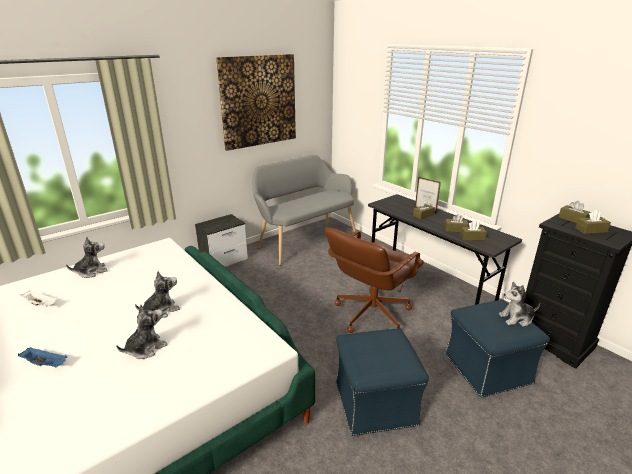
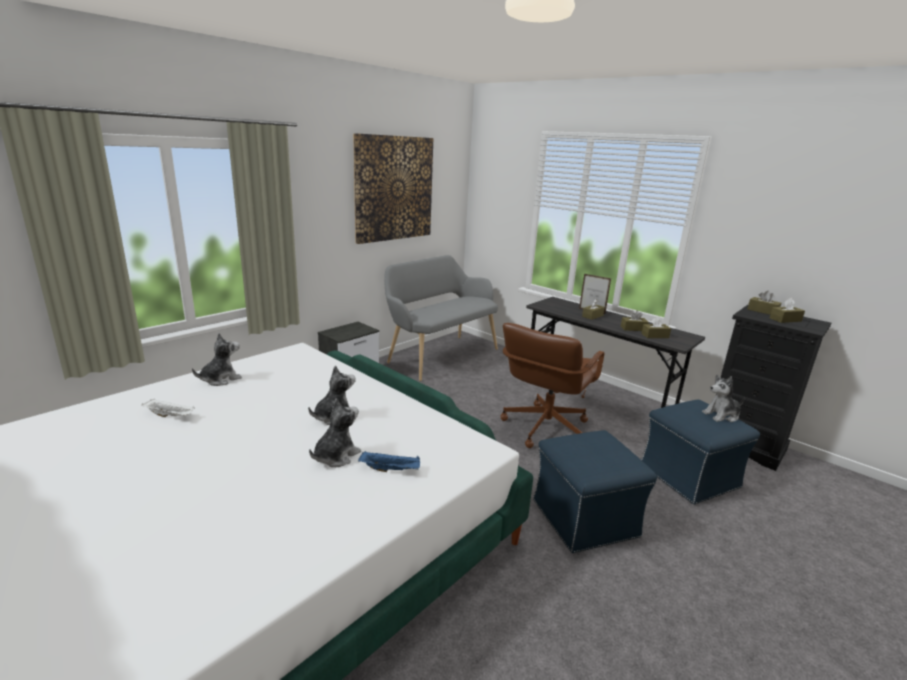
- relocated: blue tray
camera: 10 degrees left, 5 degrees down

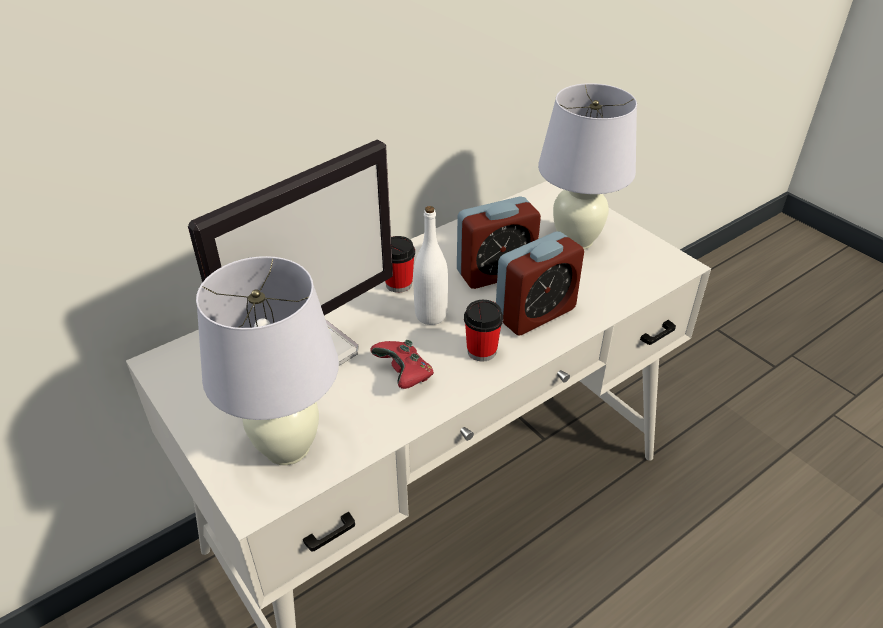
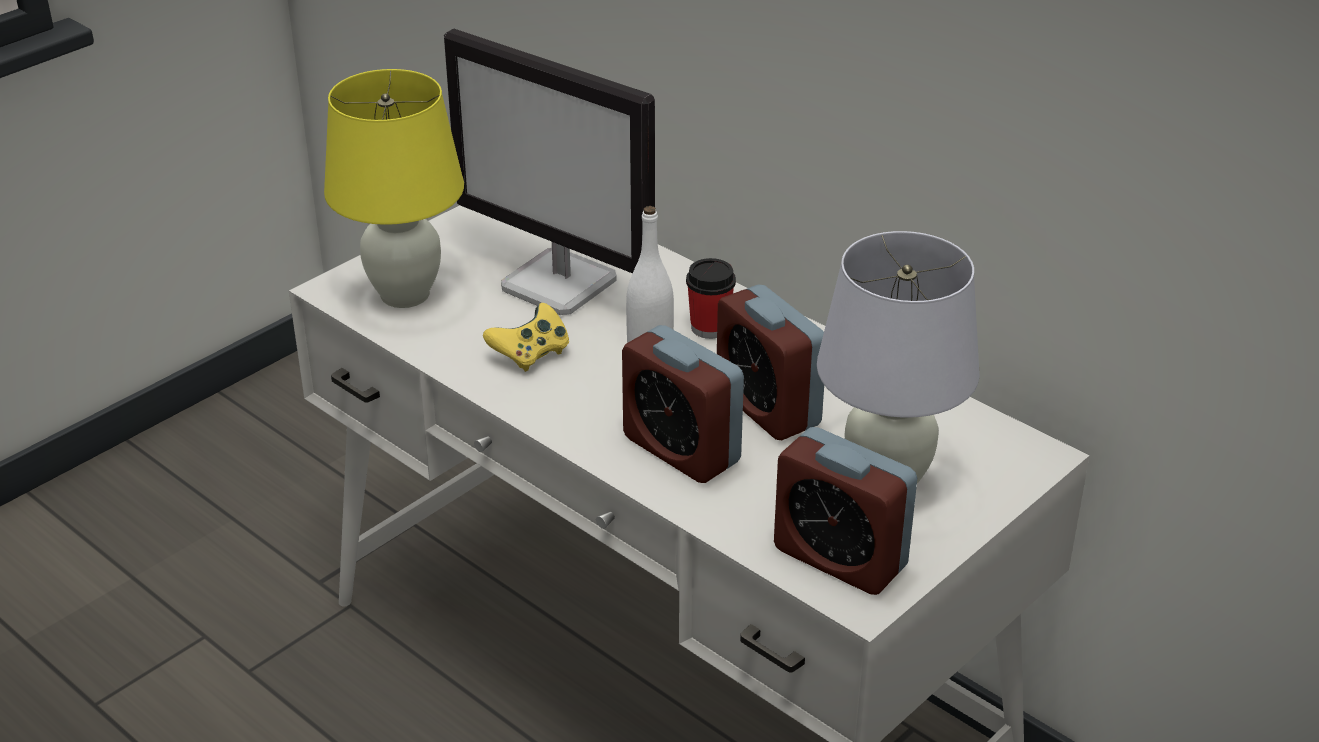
- colour: white table lamp (no. 1 from left) to yellow table lamp
- colour: red game controller to yellow game controller
- appeared: alarm clock (no. 3 from left)
- missing: cup (no. 2 from left)
camera: 80 degrees right, 5 degrees down

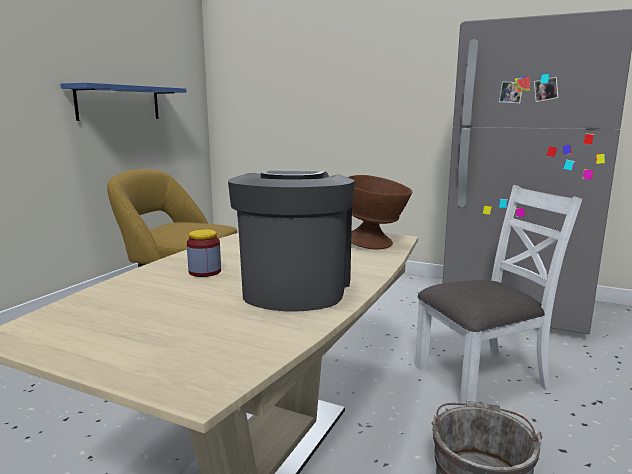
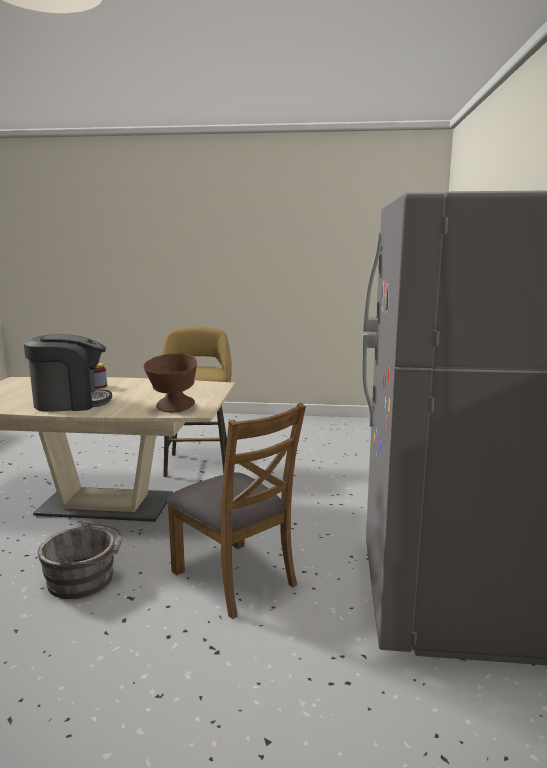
- colour: white chair to brown chair
- missing: blue shelf
camera: 70 degrees right, 0 degrees up

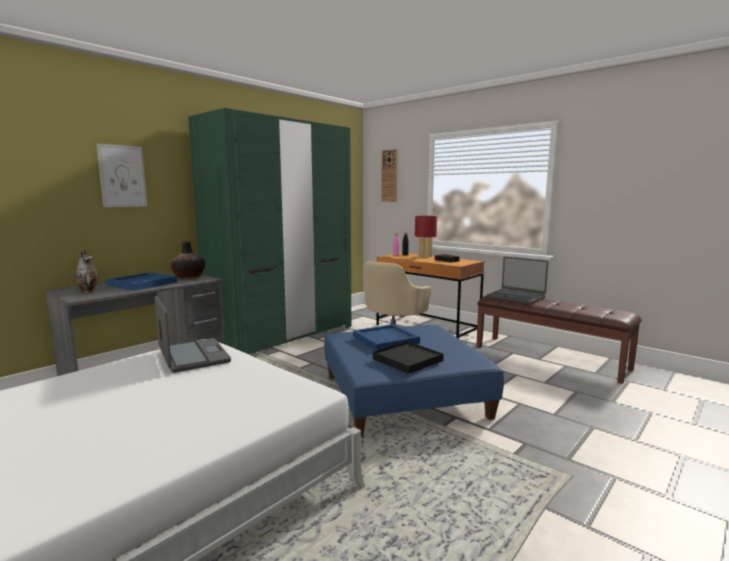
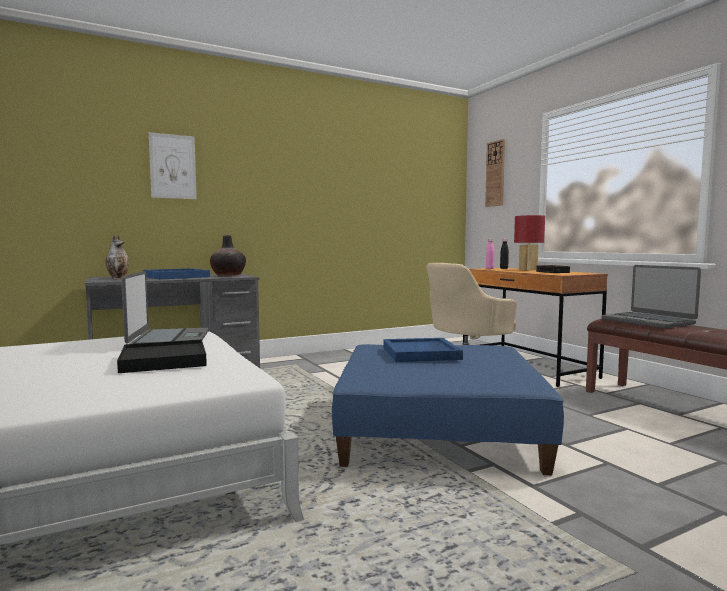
- relocated: black tray
- missing: green wardrobe
camera: 20 degrees right, 5 degrees down

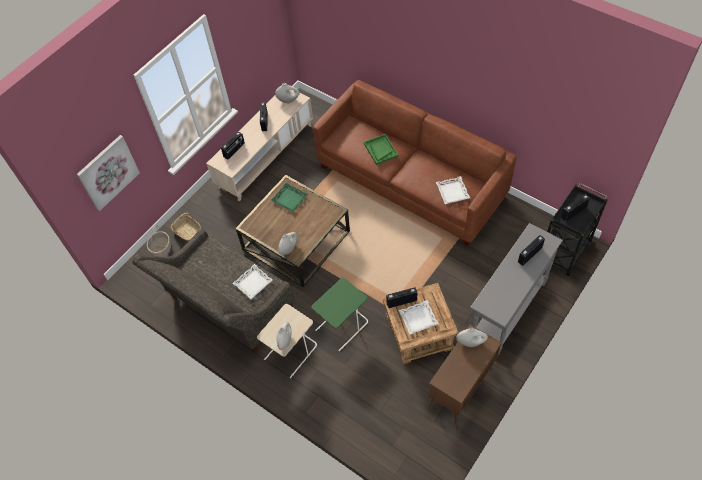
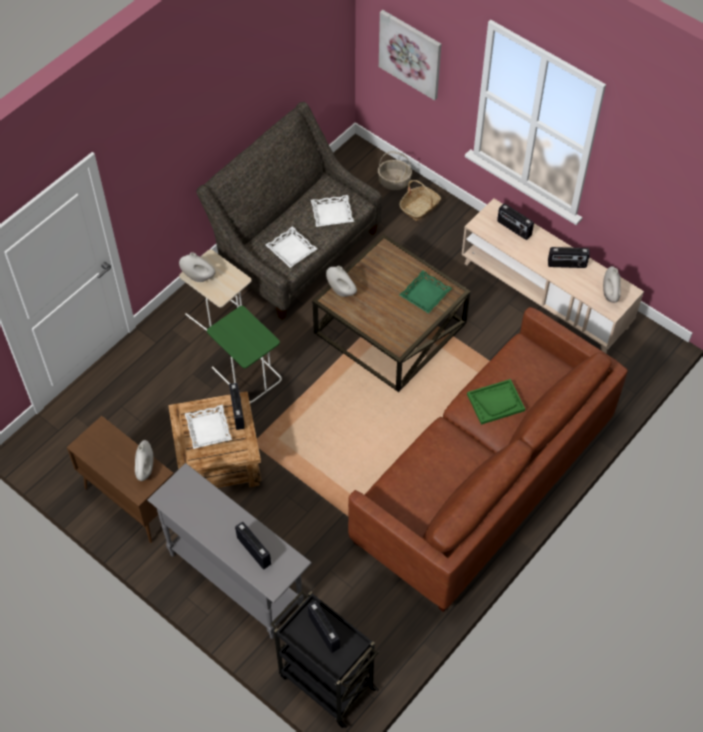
- relocated: white tray (no. 3 from left)
camera: 90 degrees right, 0 degrees up

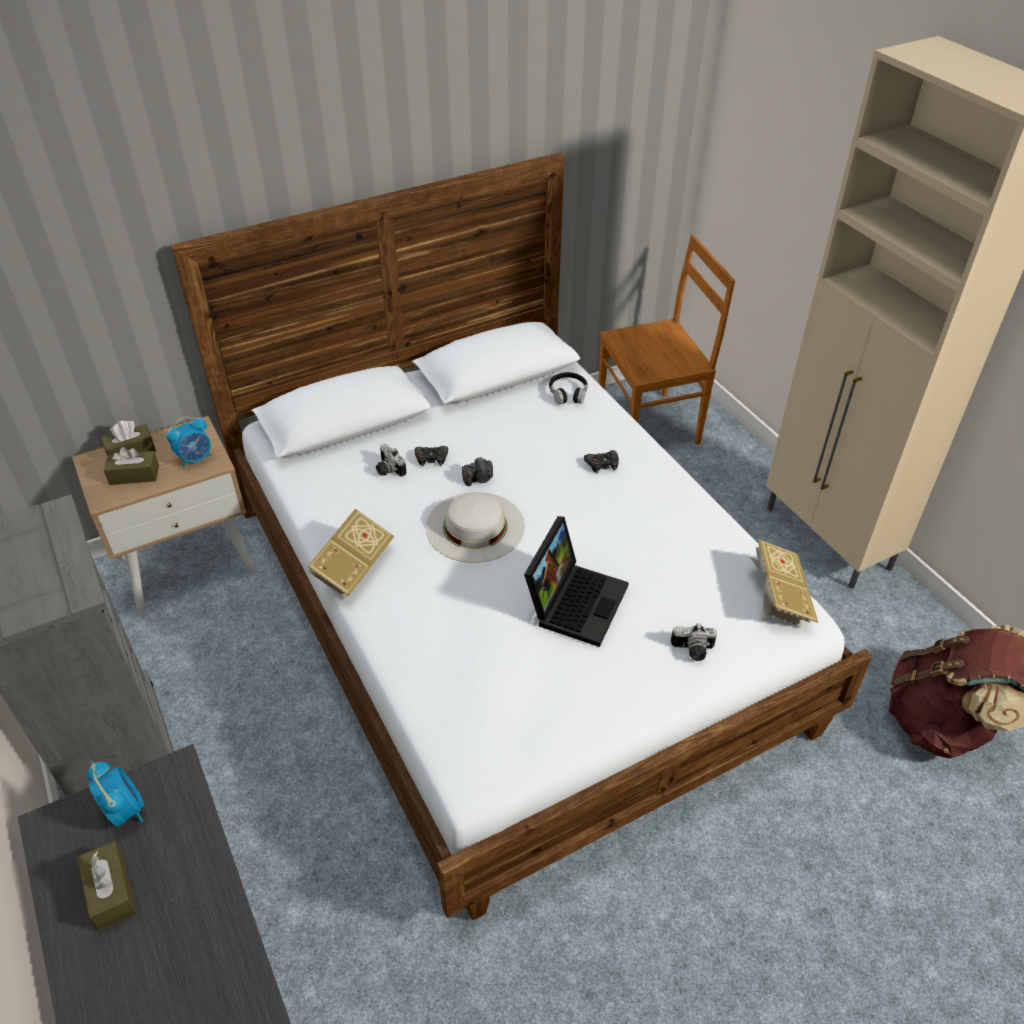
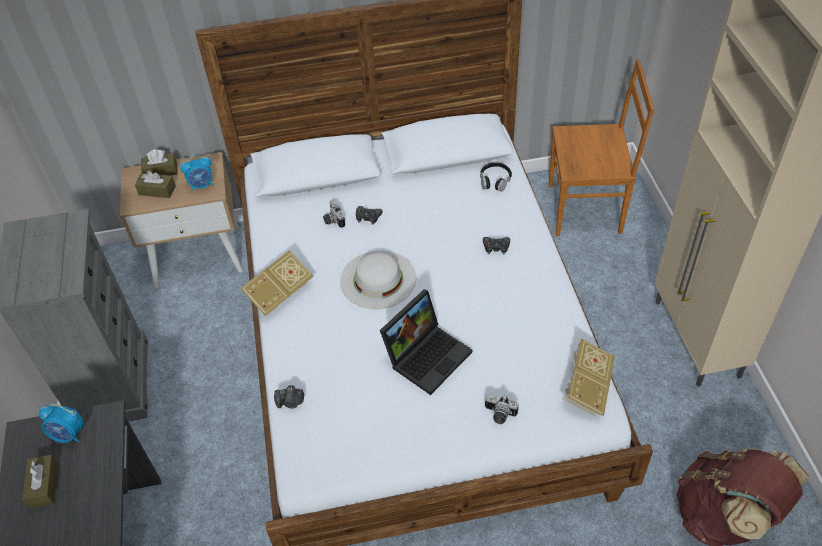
- spun: alarm clock (no. 1 from left) 120 degrees clockwise
- relocated: photo camera (no. 2 from left in the first image) to photo camera (no. 1 from left)
camera: 20 degrees right, 5 degrees up

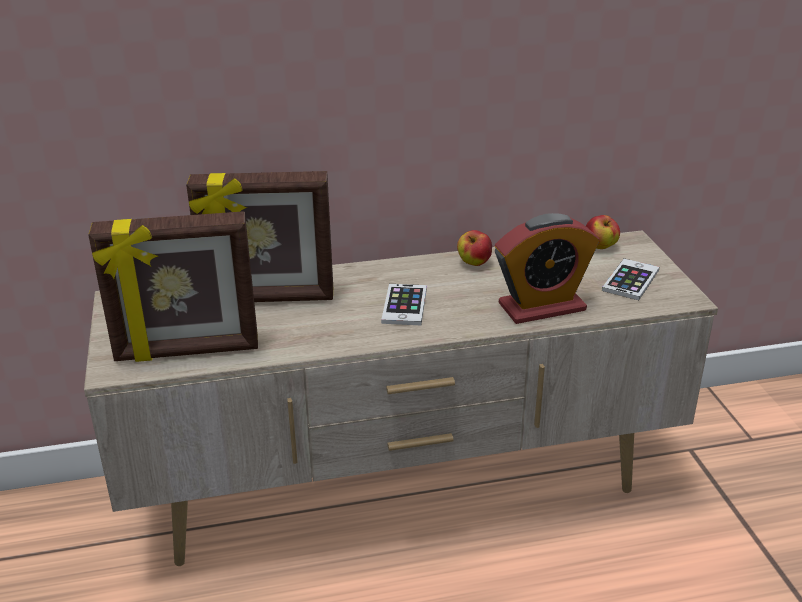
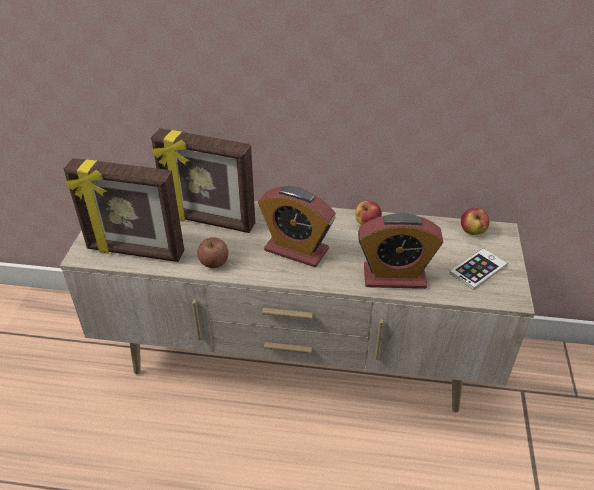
- appeared: apple (no. 1 from left)
- exchanged: phone (no. 1 from left) to alarm clock (no. 1 from left)
camera: 20 degrees right, 10 degrees up

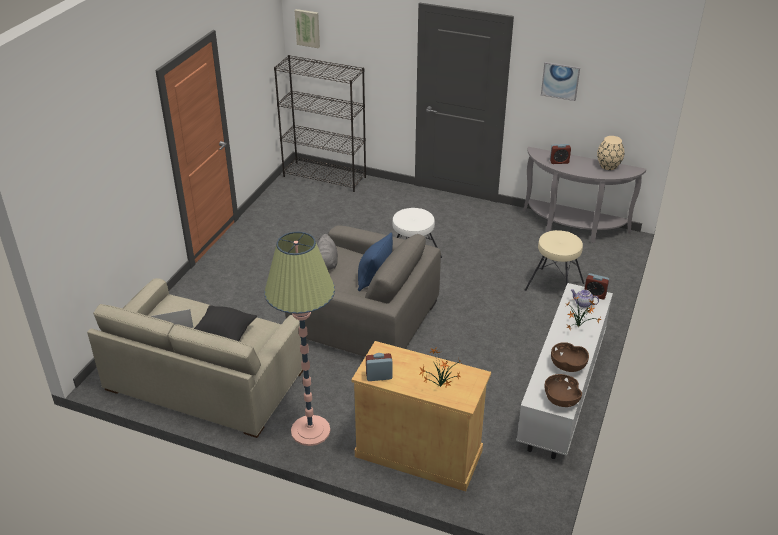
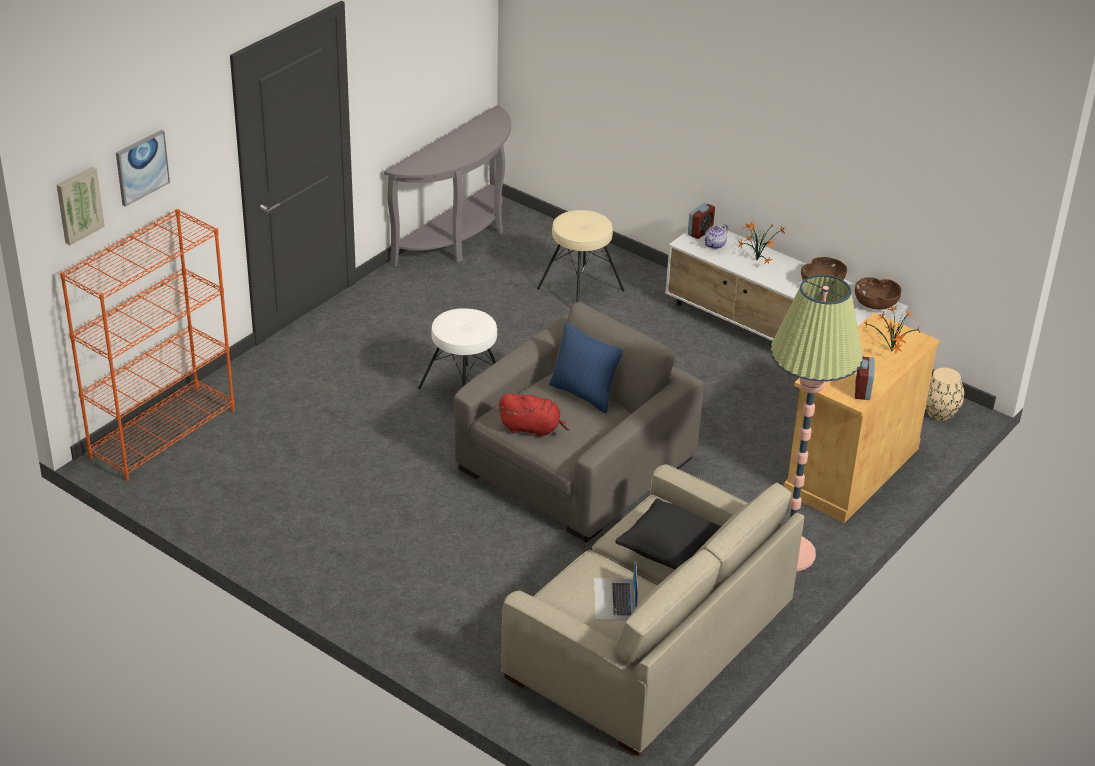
- colour: black bookcase to orange bookcase
- relocated: picture (no. 2 from left)
- colour: grey plush toy to red plush toy
- relocated: beige vase
- missing: alarm clock (no. 2 from left)
camera: 75 degrees left, 0 degrees up

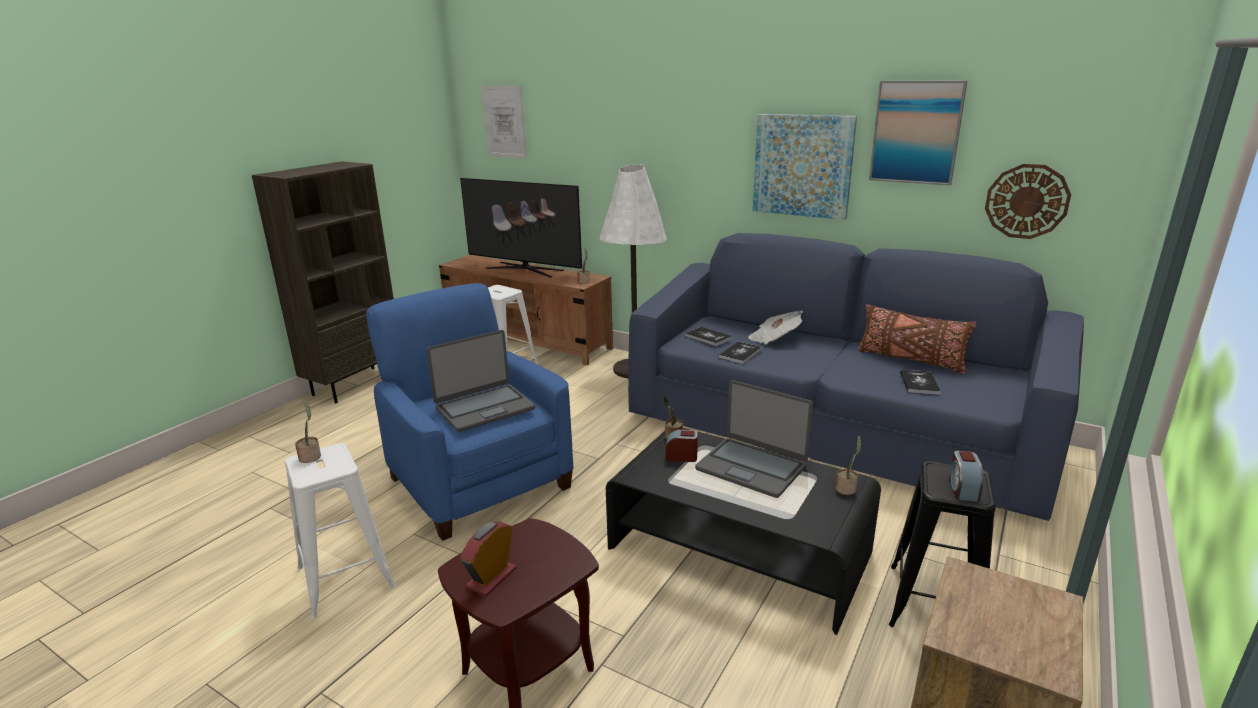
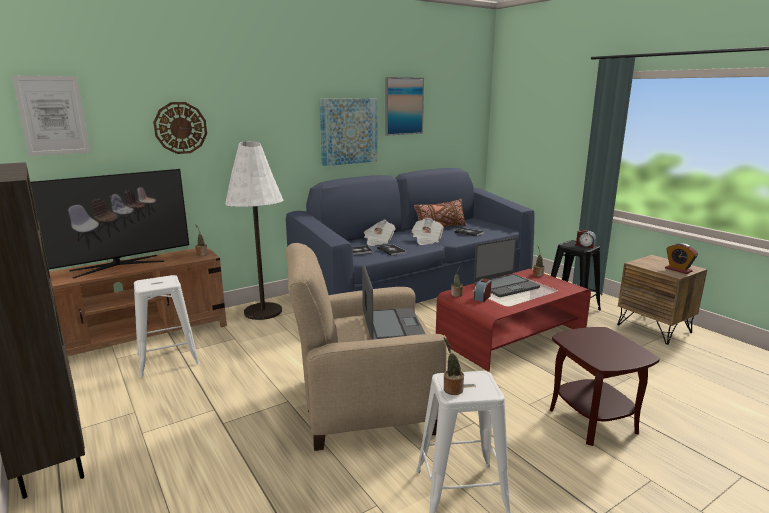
- relocated: wall clock
- colour: blue armchair to beige armchair
- appeared: newspaper (no. 2 from left)
- colour: black coffee table to red coffee table
- relocated: alarm clock (no. 1 from left in the first image) to alarm clock (no. 3 from left)
camera: 65 degrees left, 5 degrees down

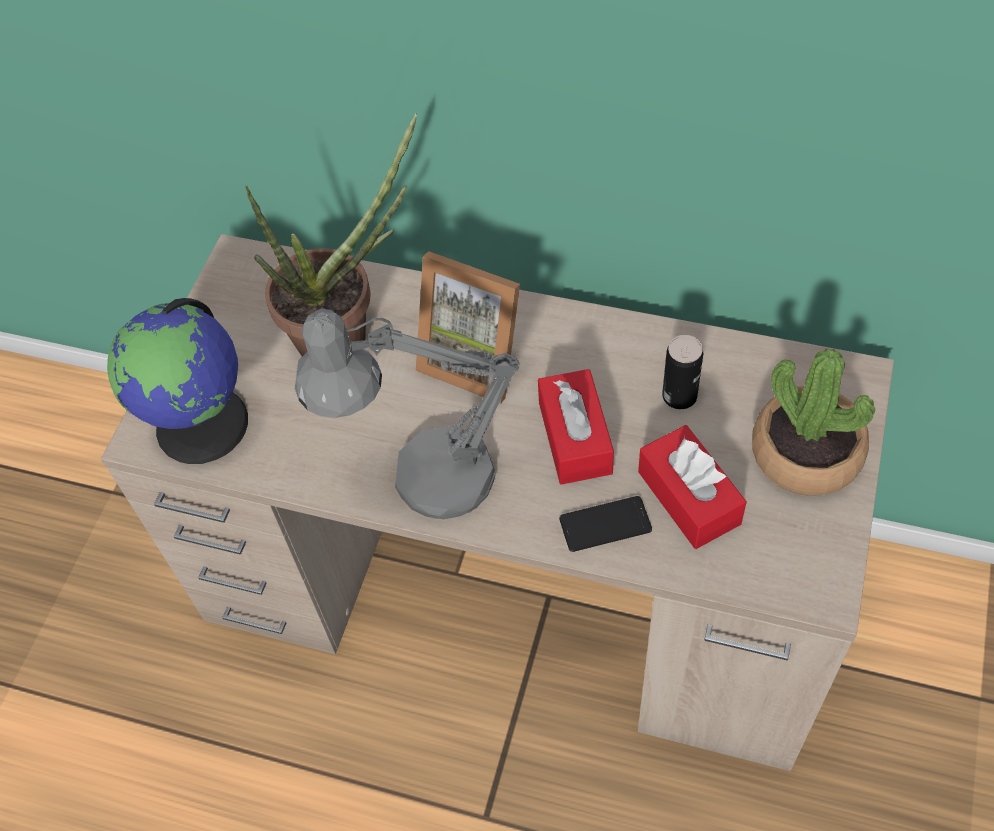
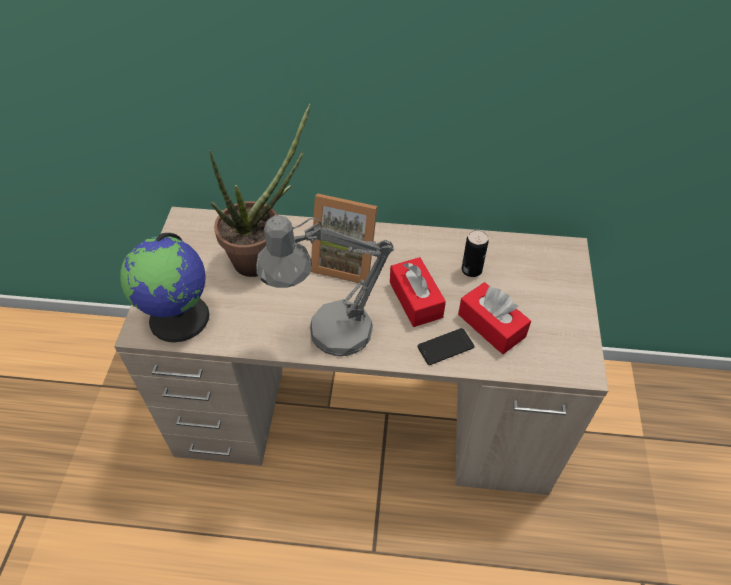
- missing: potted plant (no. 2 from left)
camera: 15 degrees left, 5 degrees down

